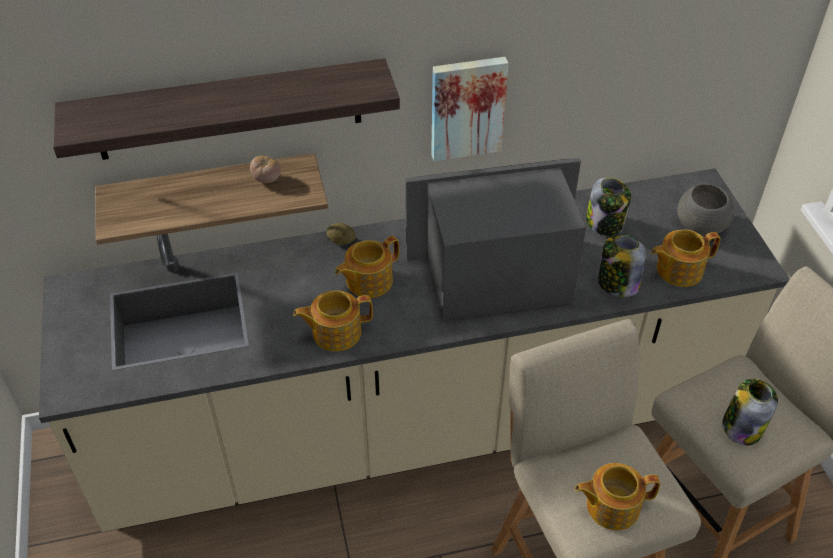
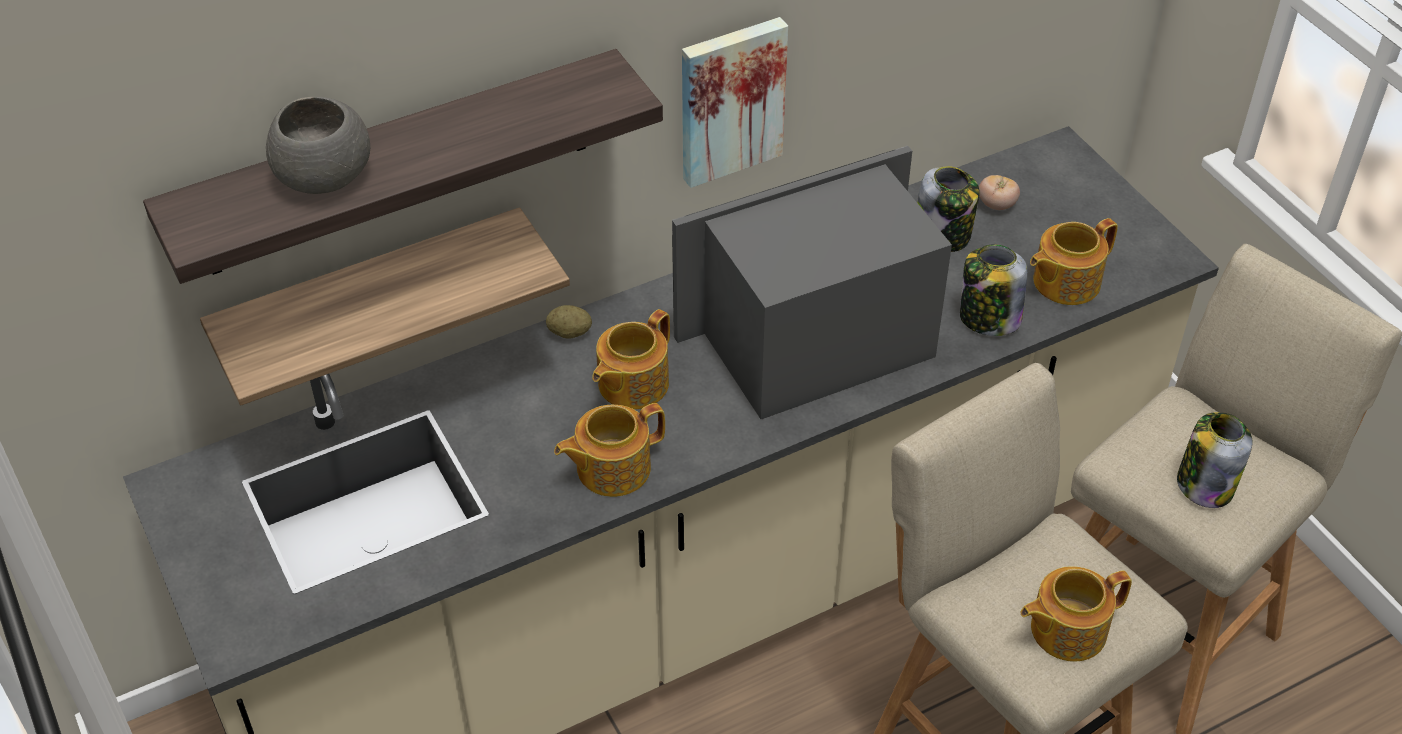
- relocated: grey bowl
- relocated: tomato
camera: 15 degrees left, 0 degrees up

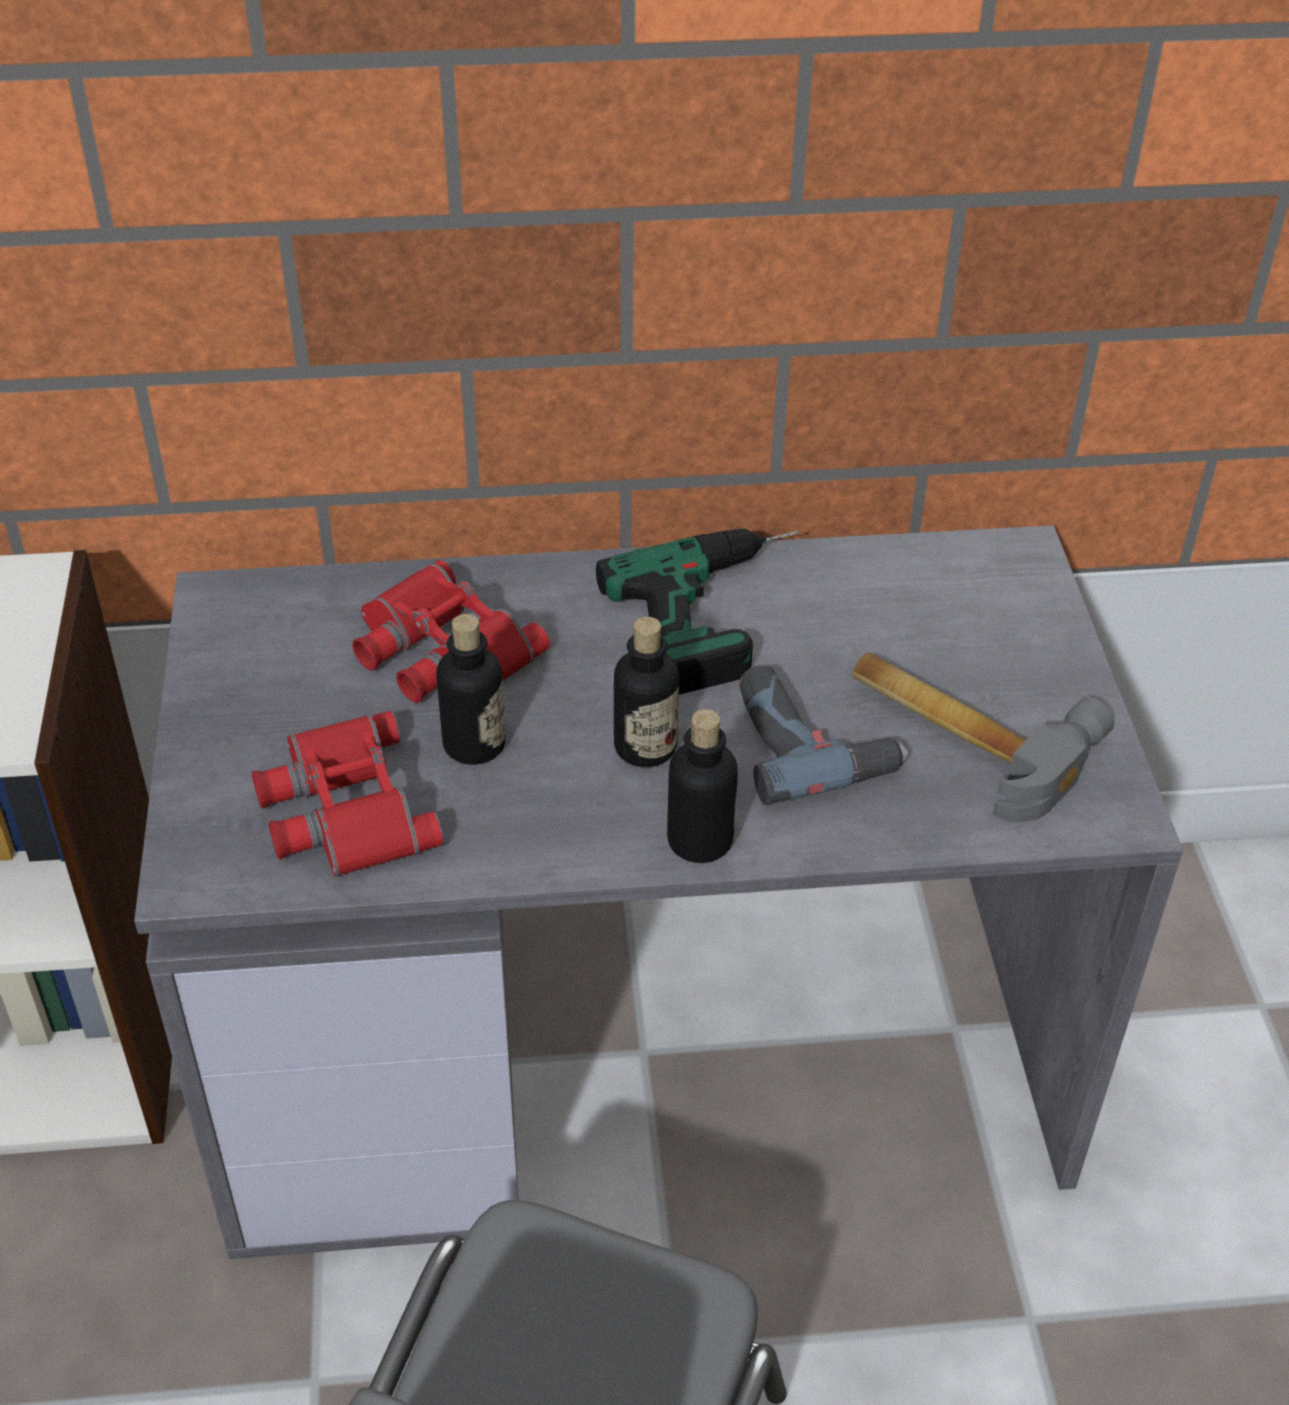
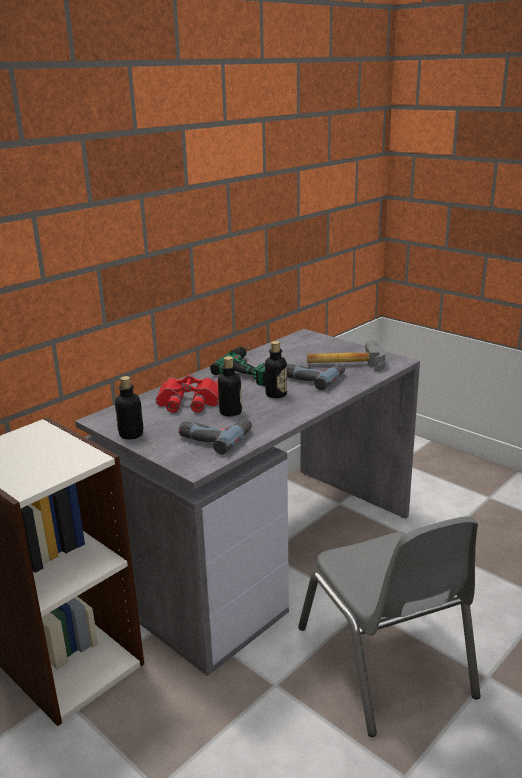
- relocated: bottle (no. 3 from left in the first image) to bottle (no. 1 from left)
- exchanged: red binoculars (no. 1 from left) to power drill (no. 1 from left)
camera: 40 degrees left, 20 degrees down

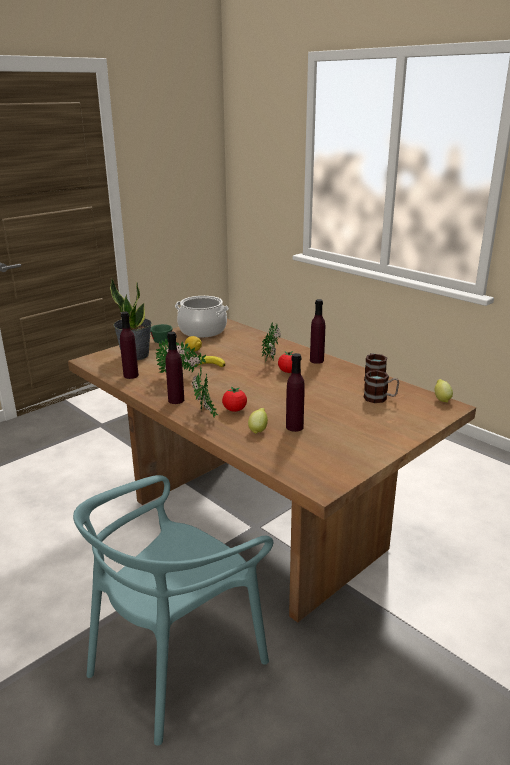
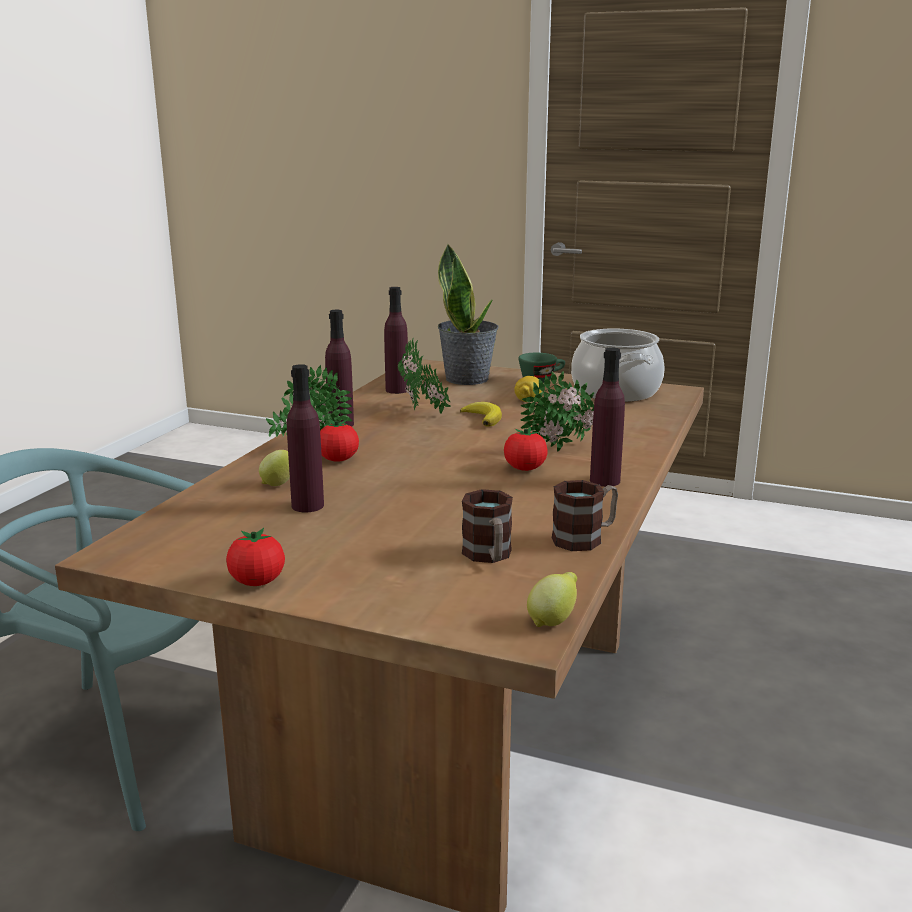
- appeared: tomato (no. 1 from left)
camera: 65 degrees right, 5 degrees down

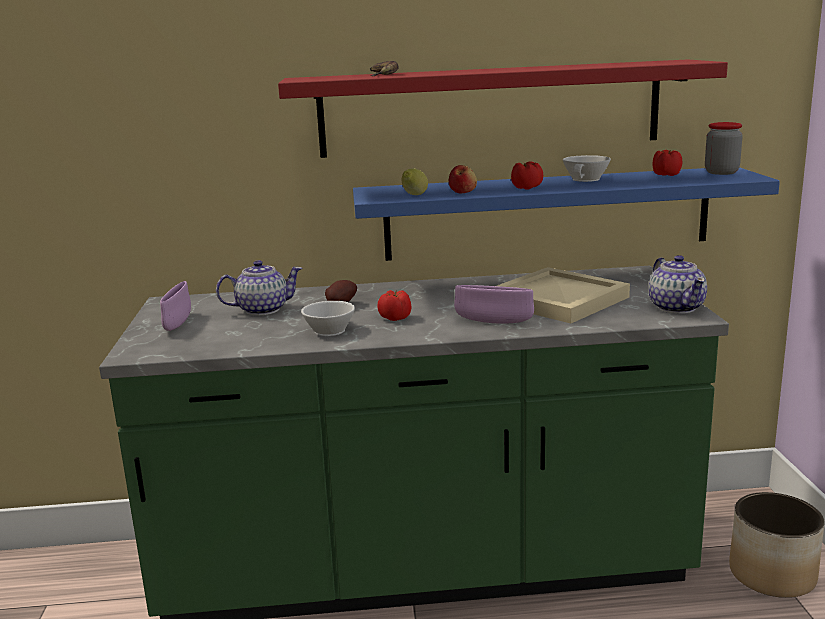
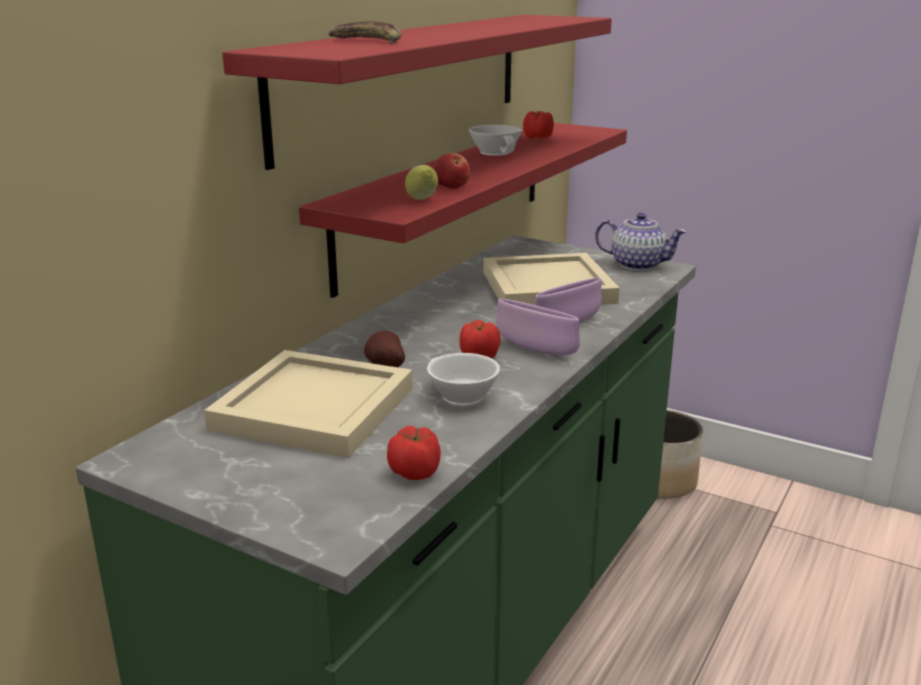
- exchanged: teapot (no. 1 from left) to beige tray (no. 1 from left)
- colour: blue shelf to red shelf (no. 2 from left)
- relocated: tomato (no. 2 from left in the first image) to tomato (no. 1 from left)
- relocated: purple bowl (no. 1 from left)
- missing: jar
camera: 55 degrees left, 5 degrees up

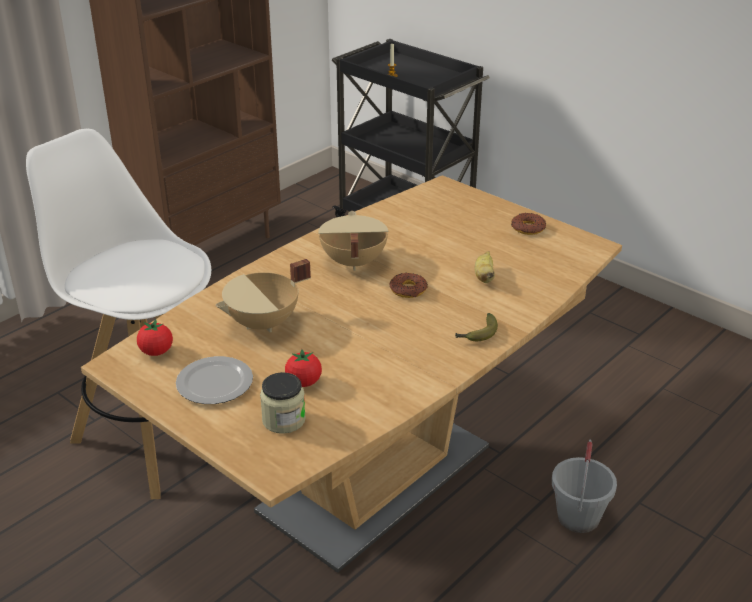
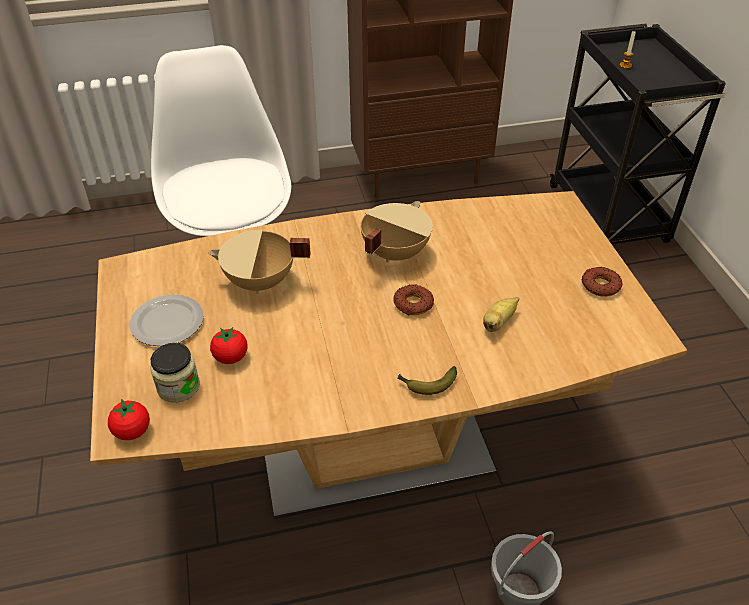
- relocated: tomato (no. 1 from left)
camera: 35 degrees right, 10 degrees up

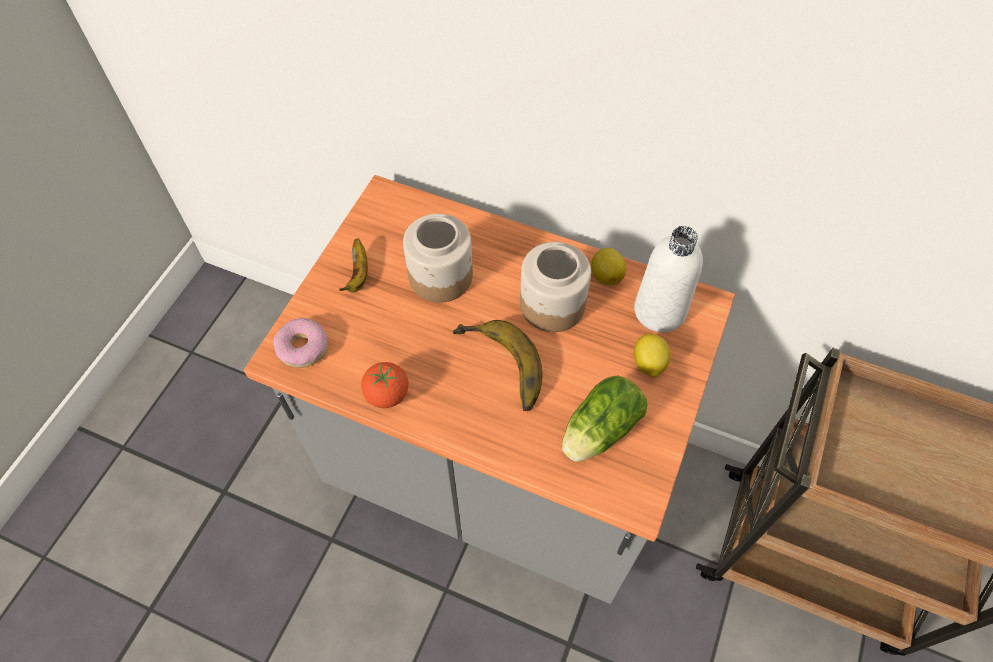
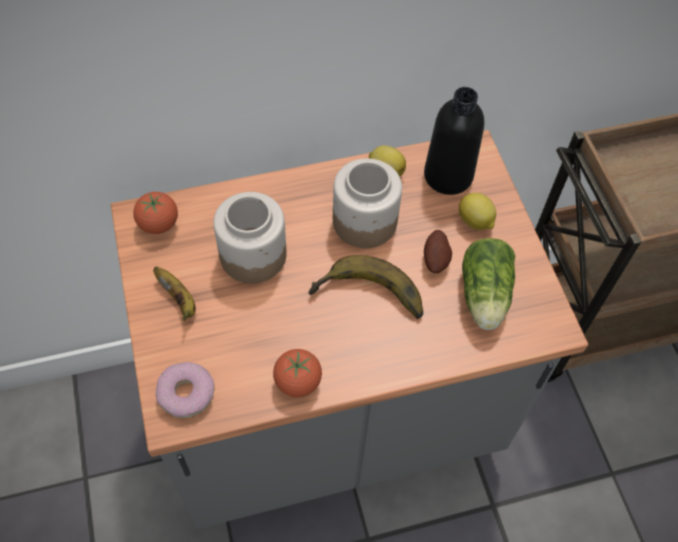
- appeared: tomato (no. 1 from left)
- colour: white bottle to black bottle
- appeared: potato
camera: 40 degrees left, 0 degrees up

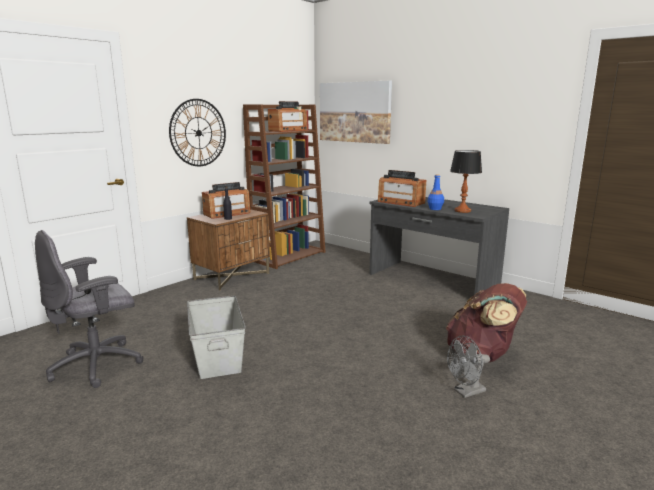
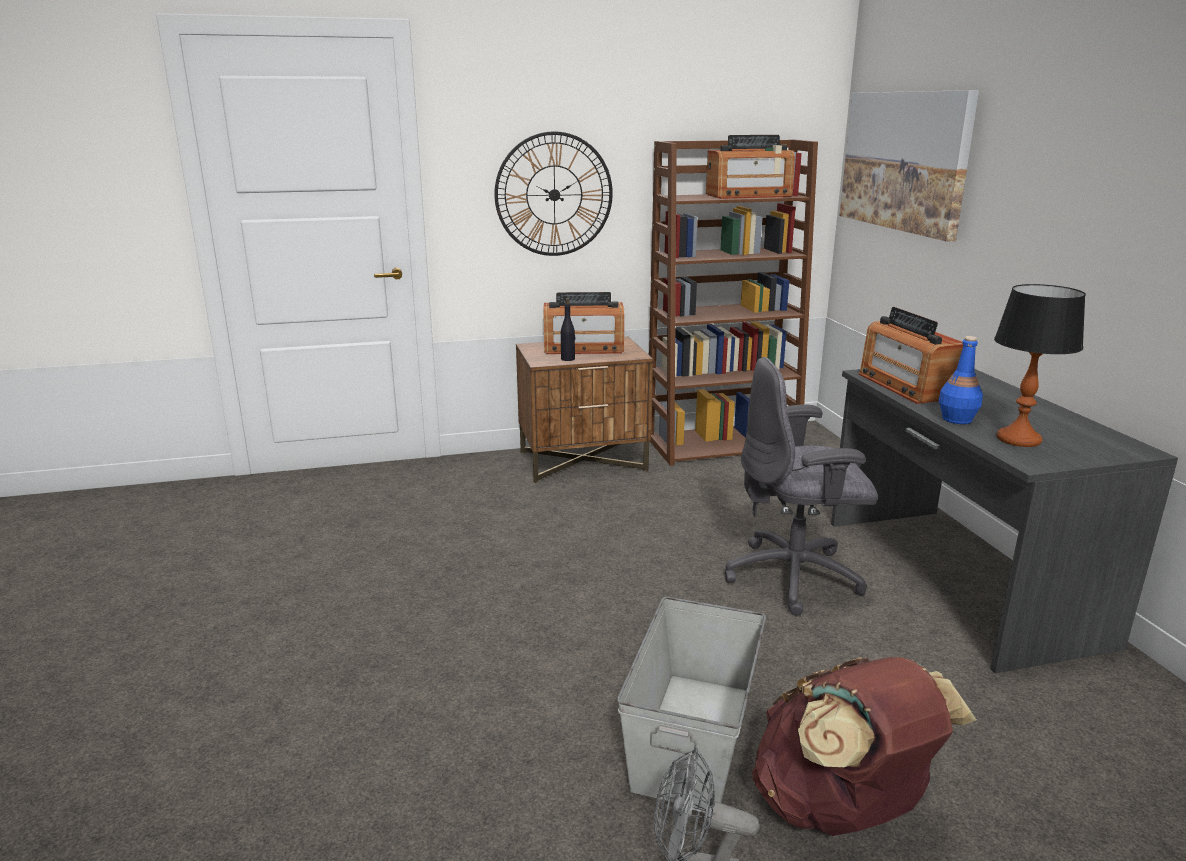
- relocated: grey storage box
- relocated: grey office chair
camera: 35 degrees right, 5 degrees up

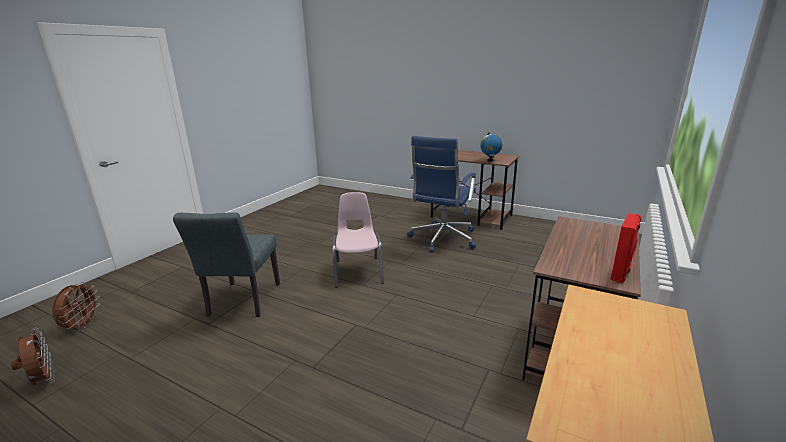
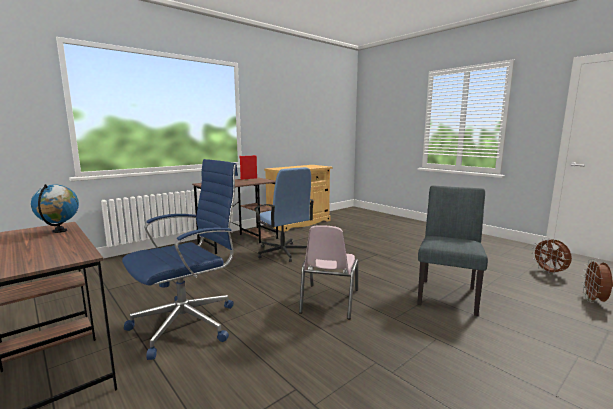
- appeared: blue office chair (no. 2 from left)
camera: 160 degrees left, 10 degrees down

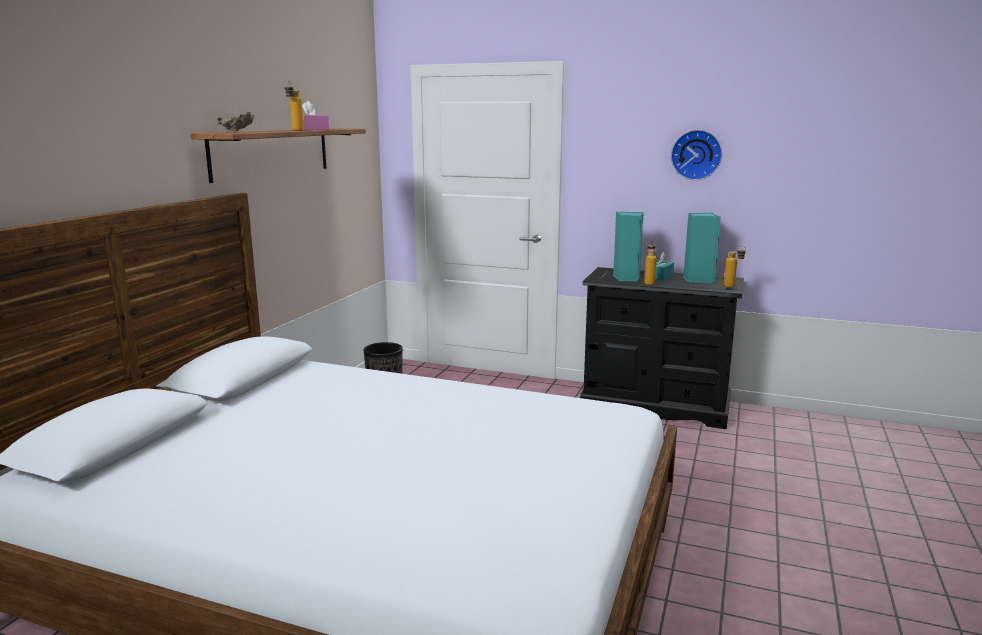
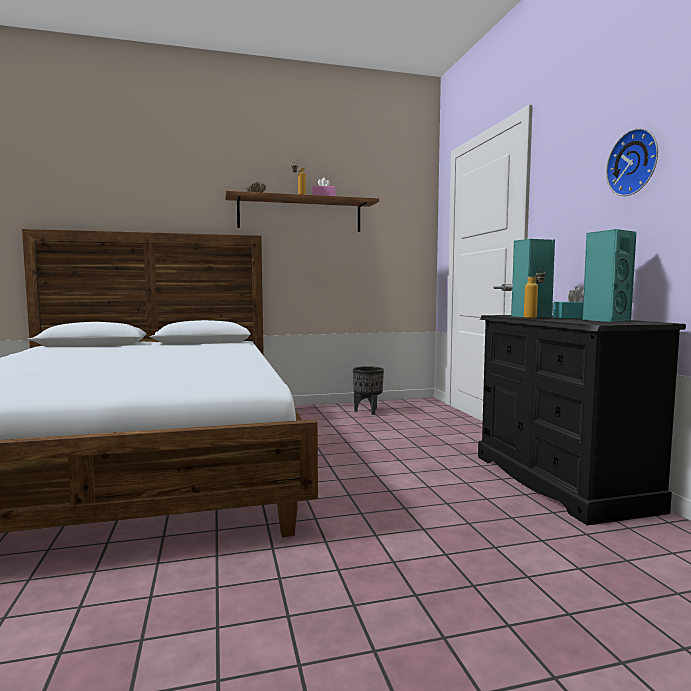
- missing: bottle (no. 3 from left)
camera: 55 degrees right, 10 degrees down

